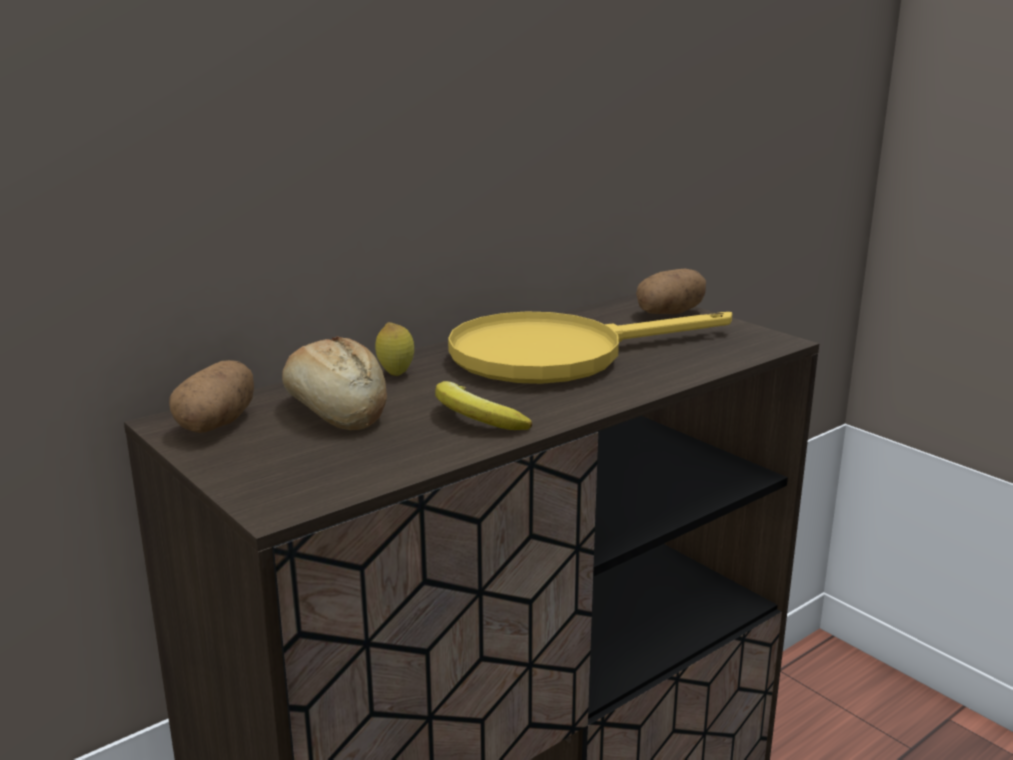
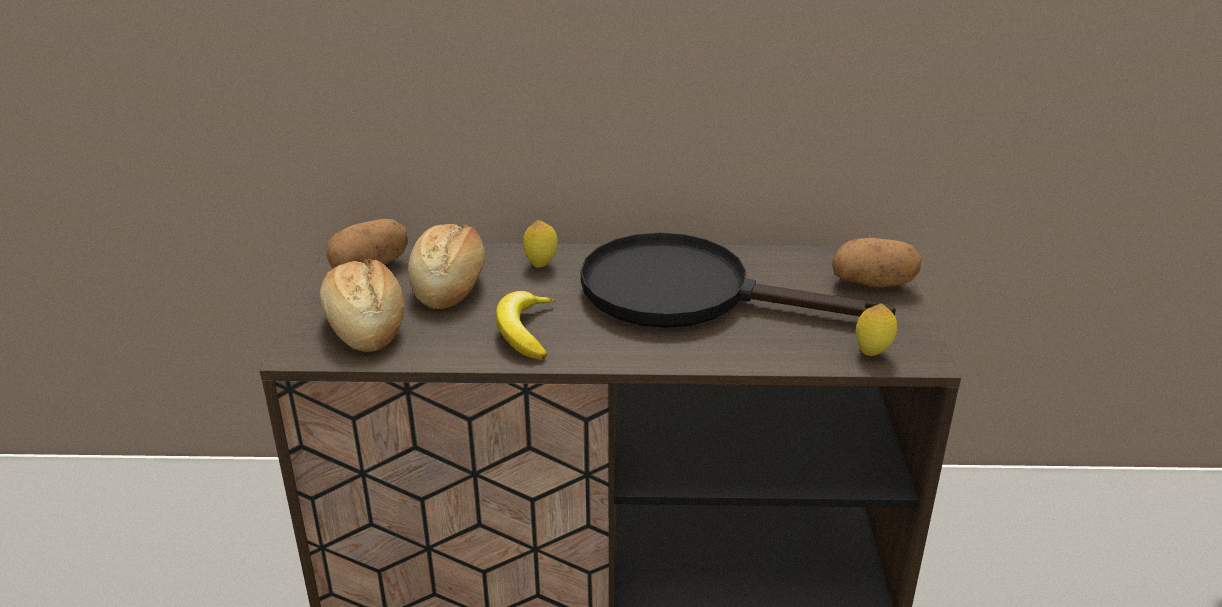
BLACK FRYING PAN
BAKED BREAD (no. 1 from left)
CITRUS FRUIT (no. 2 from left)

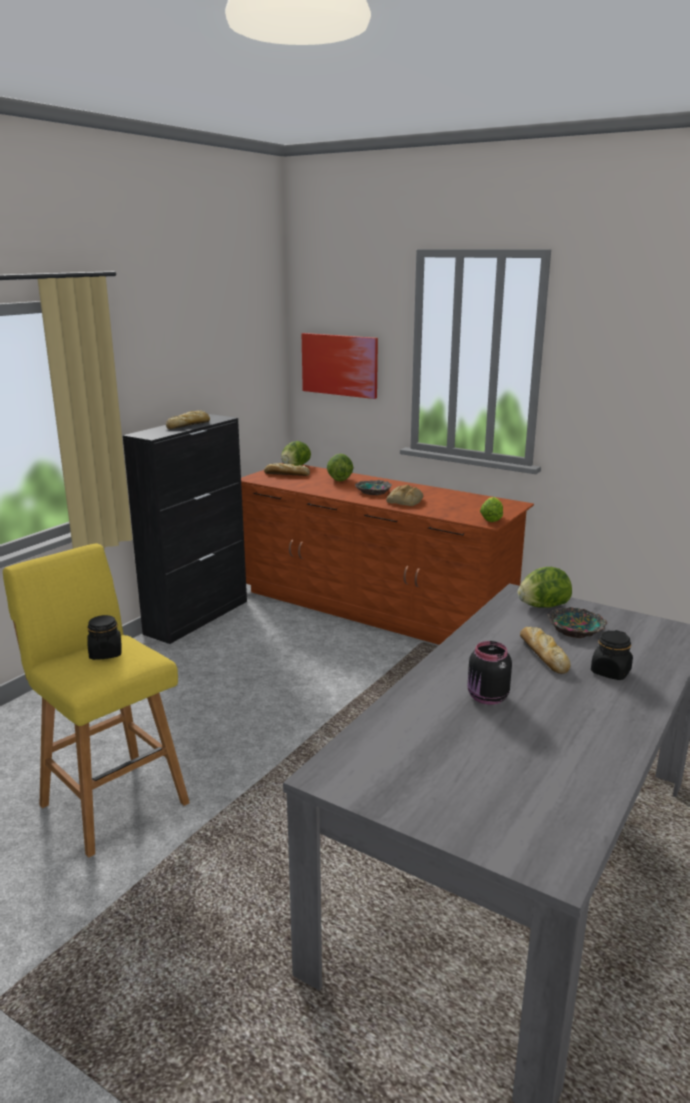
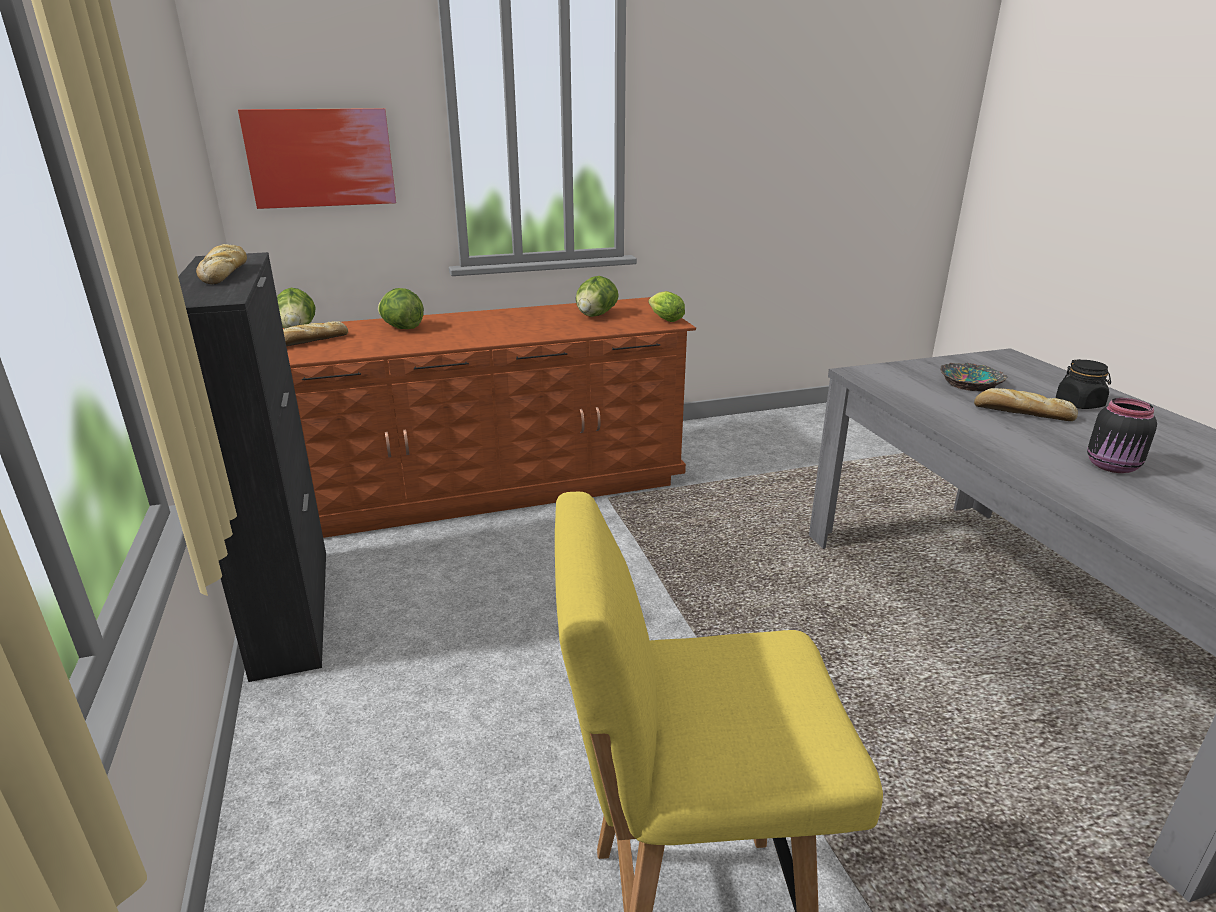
DEEP DISH (no. 1 from left in the first image)
BAKED BREAD (no. 3 from left in the first image)
LETTUCE (no. 3 from left)
BLACK STORAGE JAR (no. 1 from left in the first image)

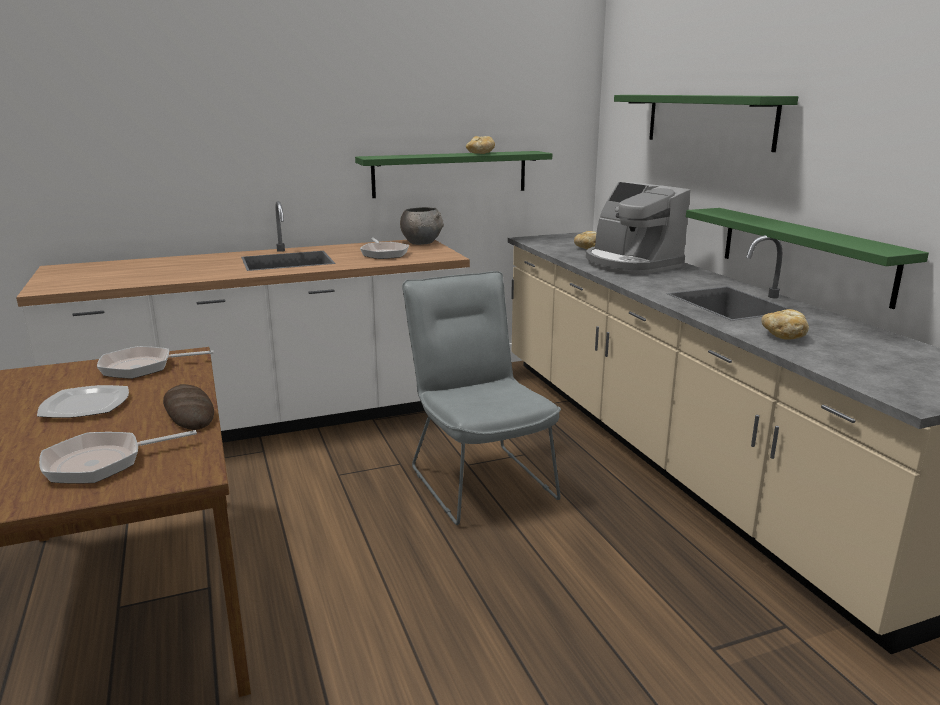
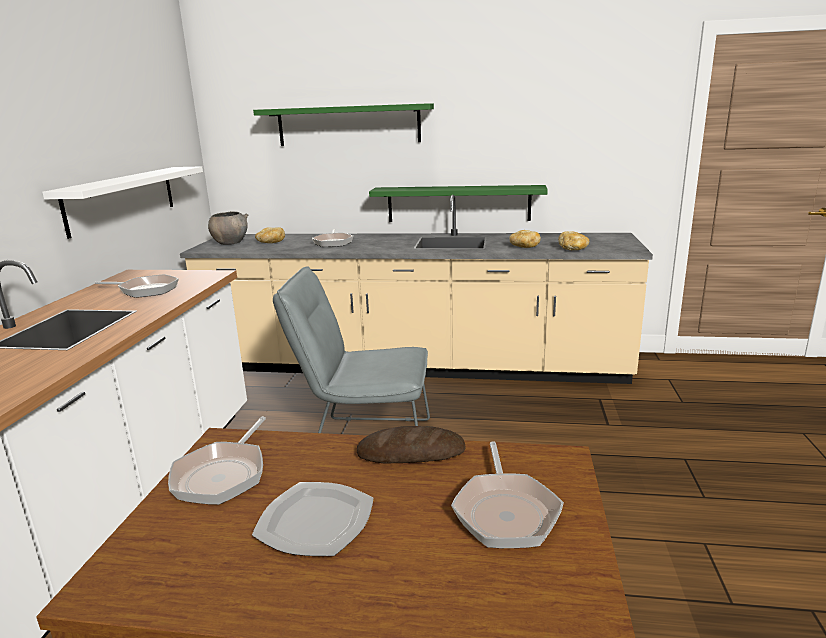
BAKED BREAD (no. 4 from left)
WHITE WALL SHELF
FRYING PAN (no. 3 from left)
GREYISH DEEP DISH

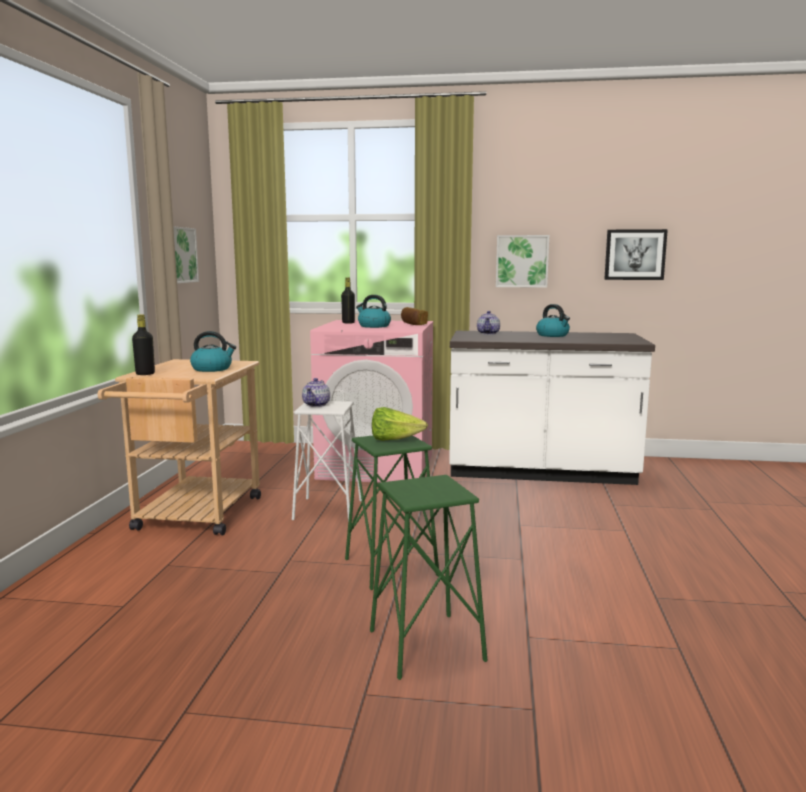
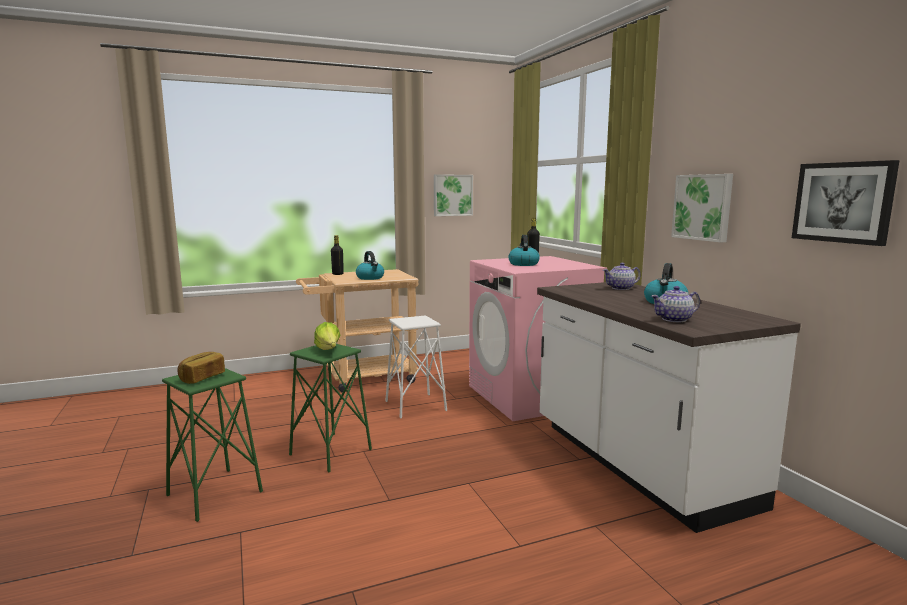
BAKED BREAD
TEA POT (no. 2 from left)

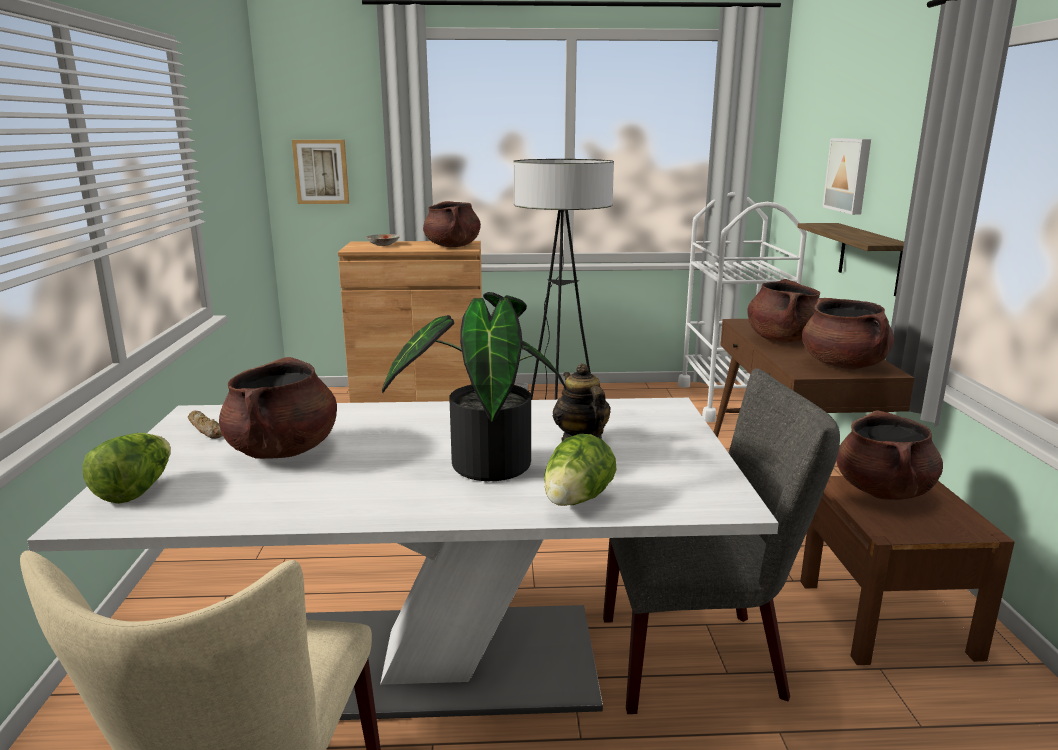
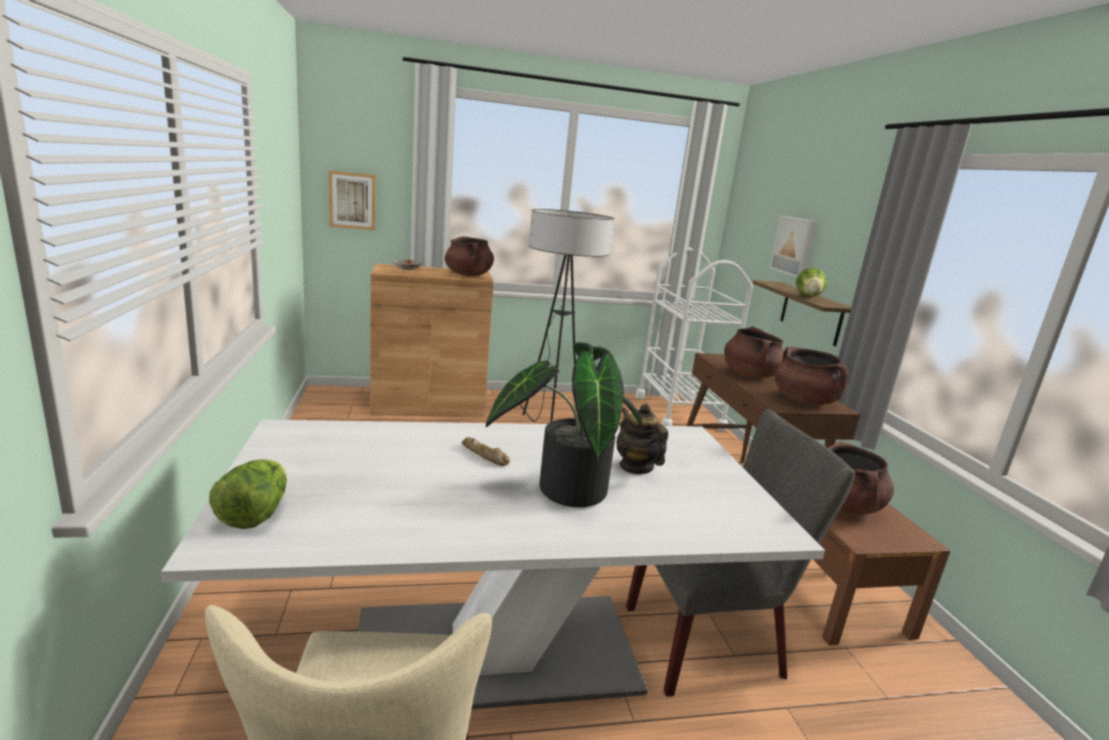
BROWNISH STOCKPOT (no. 1 from left in the first image)
BAKED BREAD
LETTUCE (no. 2 from left)

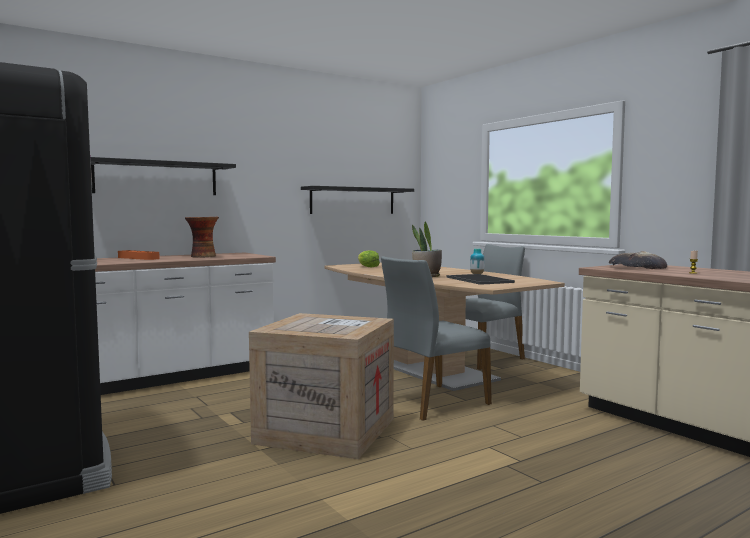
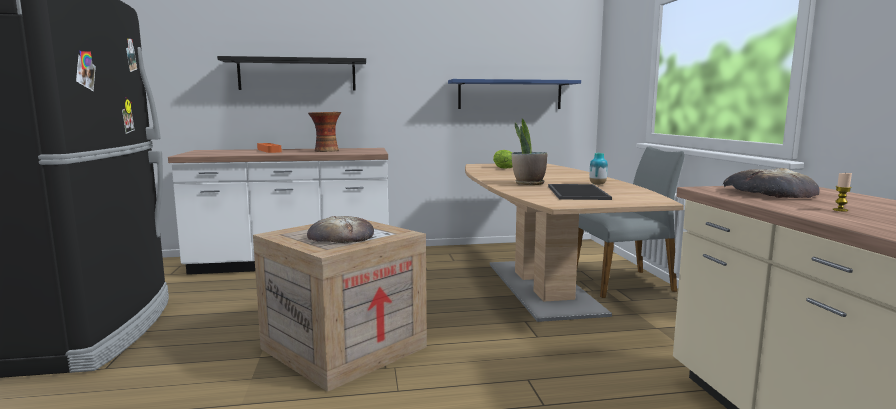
BLUISH WALL SHELF
GREYISH PLAIN CHAIR (no. 1 from left in the first image)
BAKED BREAD (no. 1 from left)

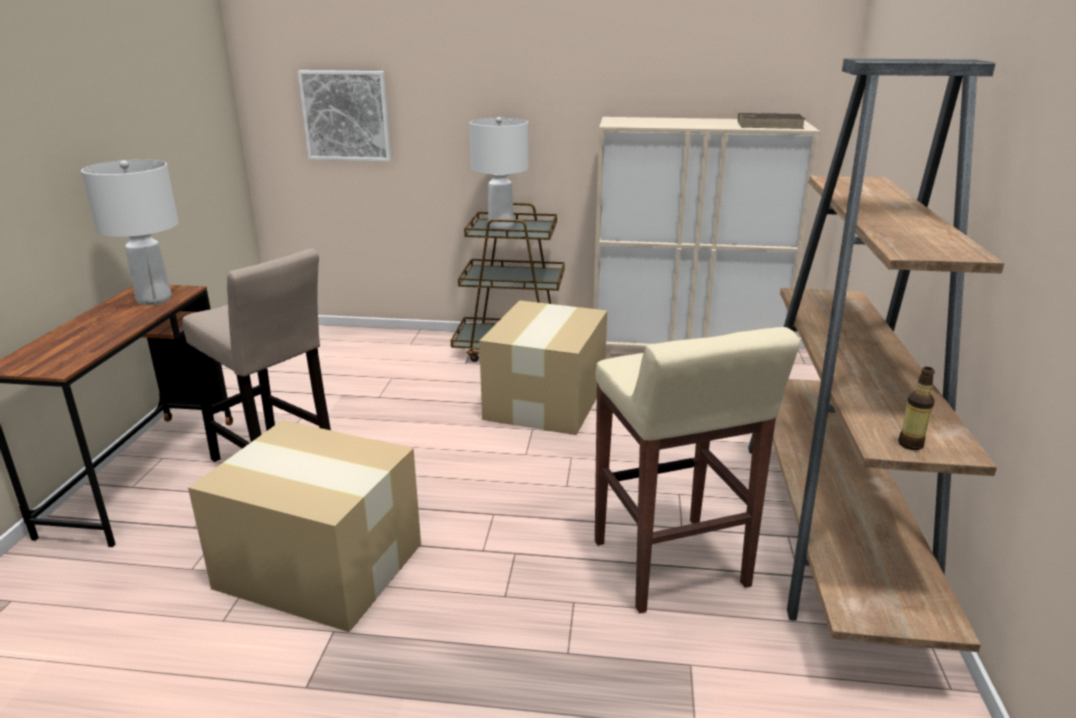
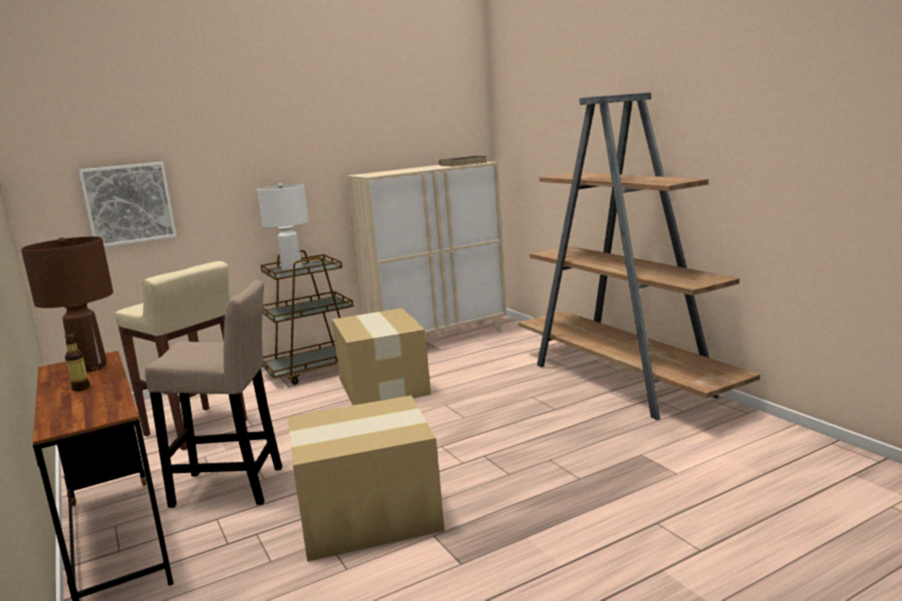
BROWNISH LAMP FOR A TABLE
BEIGE-COLOURED STOOL (no. 1 from left)
BOTTLE

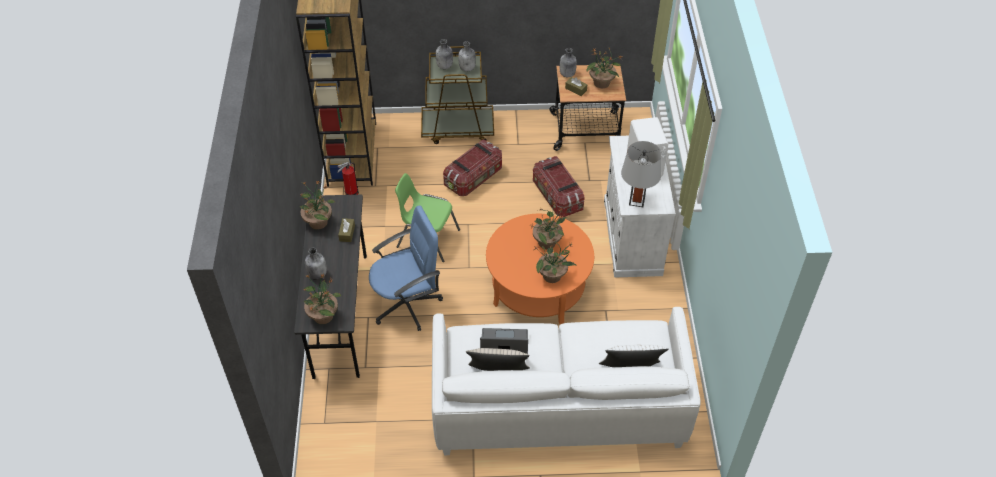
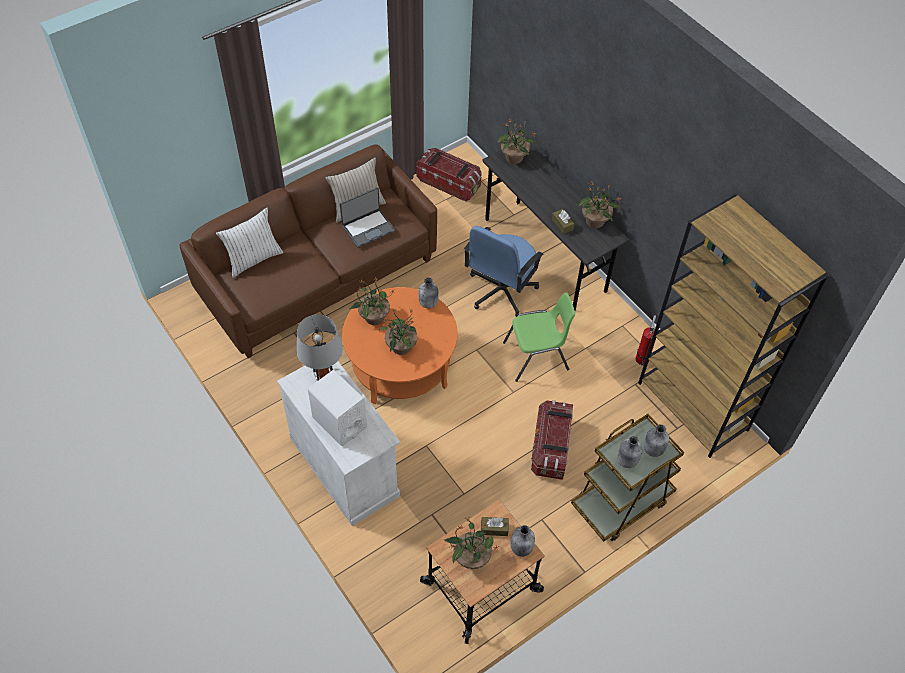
STORAGE CONTAINER (no. 1 from left)
GREYISH BOTTLE (no. 1 from left)
BROWNISH SOFA

